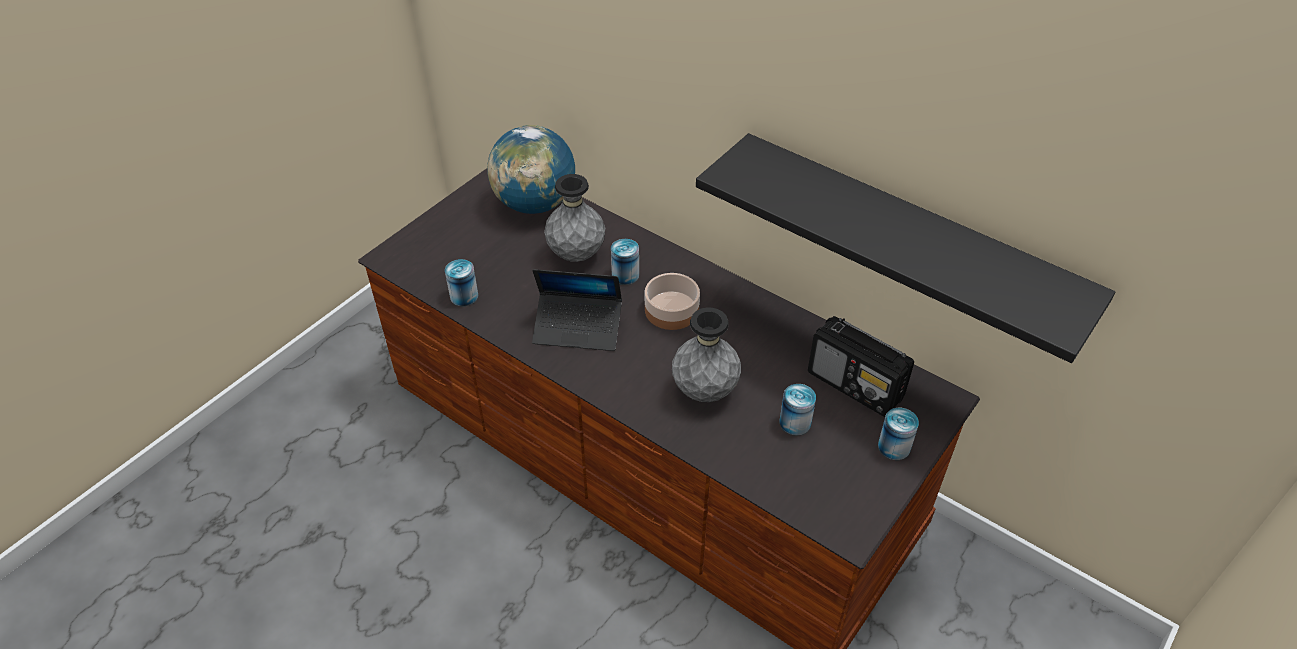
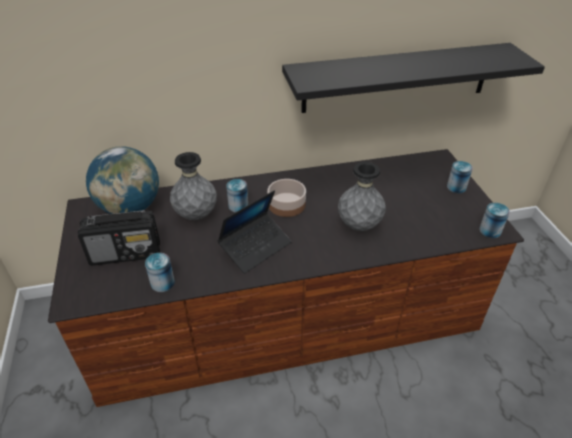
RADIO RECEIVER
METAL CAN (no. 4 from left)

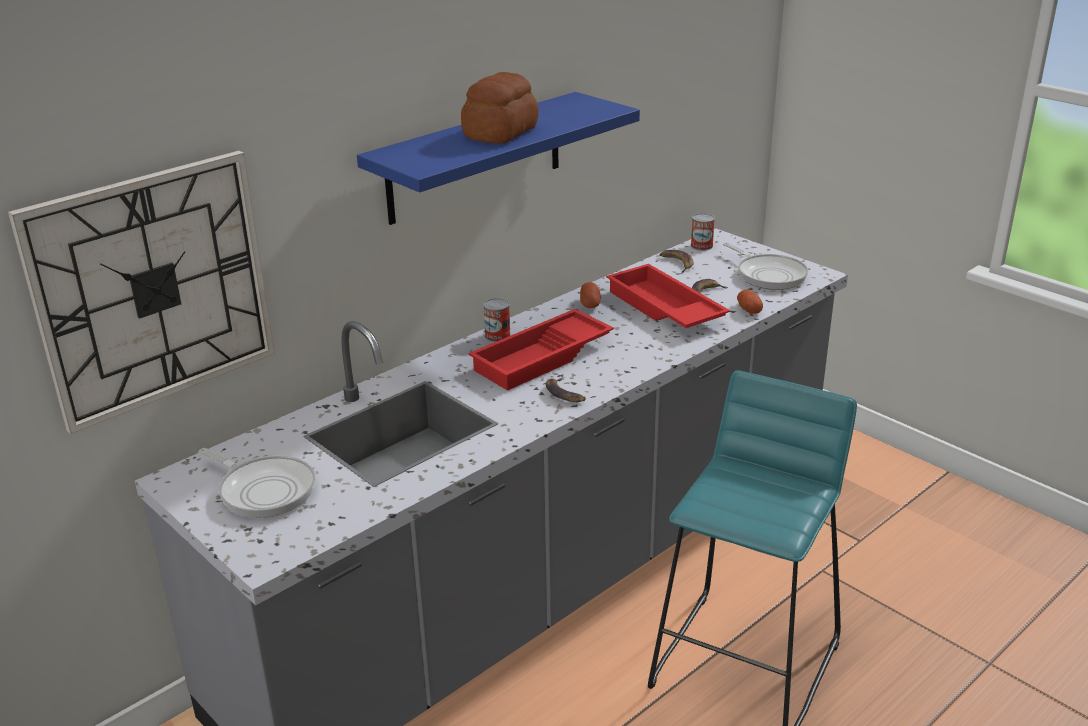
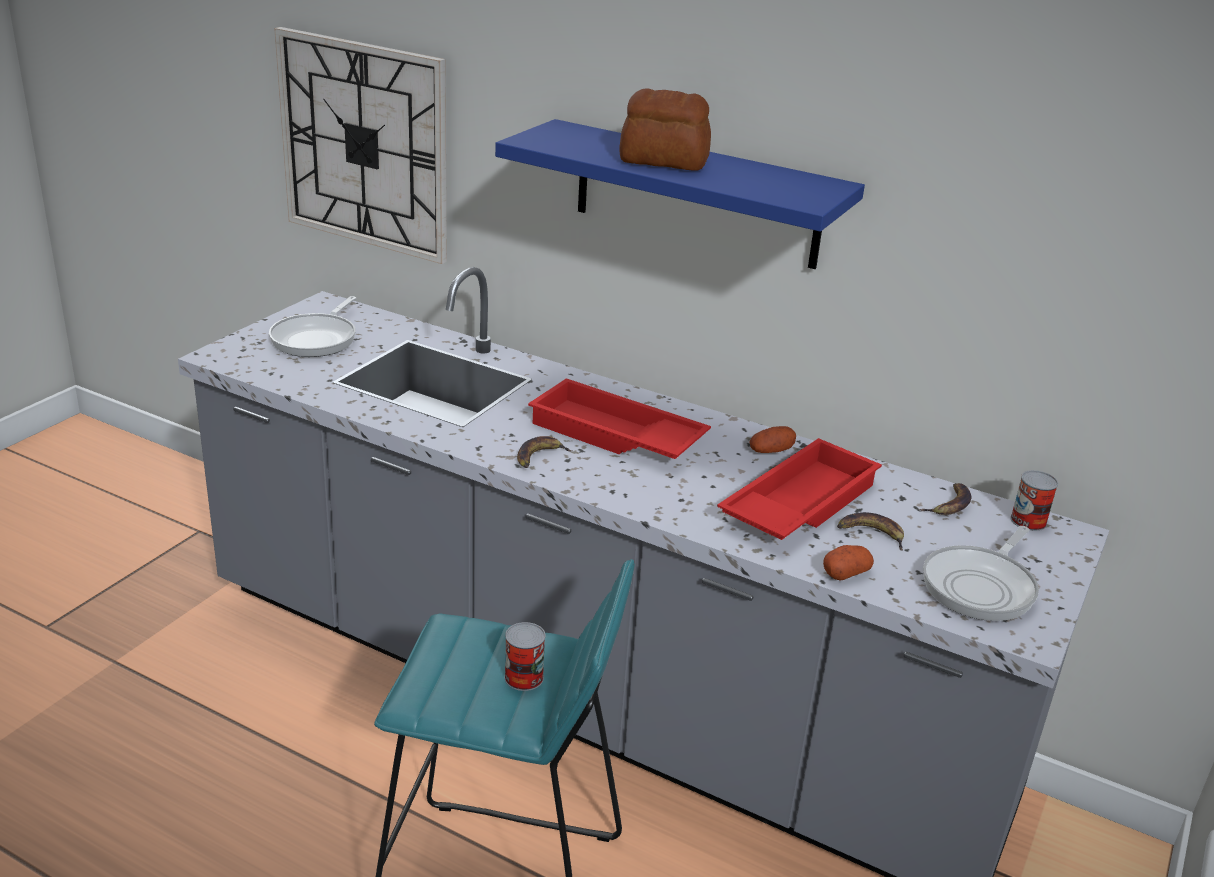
METAL CAN (no. 1 from left)

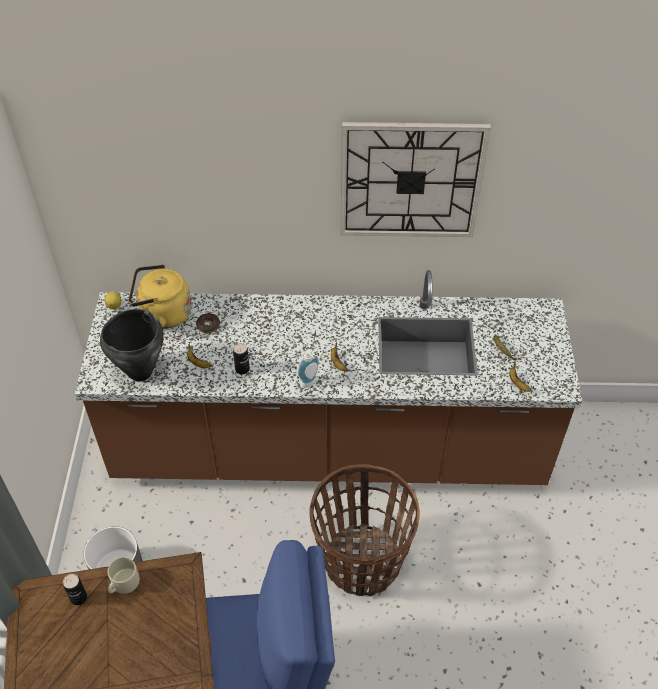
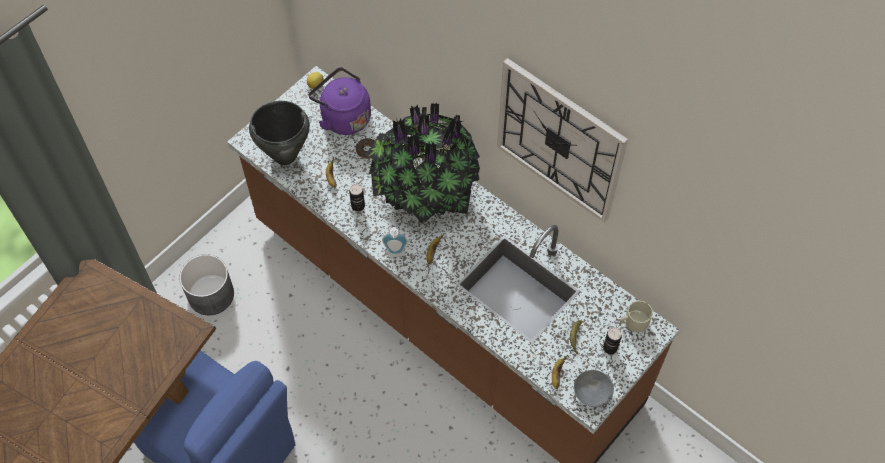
PURPLE KETTLE
STORAGE BASKET
BEIGE-COLOURED TEA MUG
METAL CAN (no. 2 from left)
PLANT IN A POT
GREYISH DEEP DISH

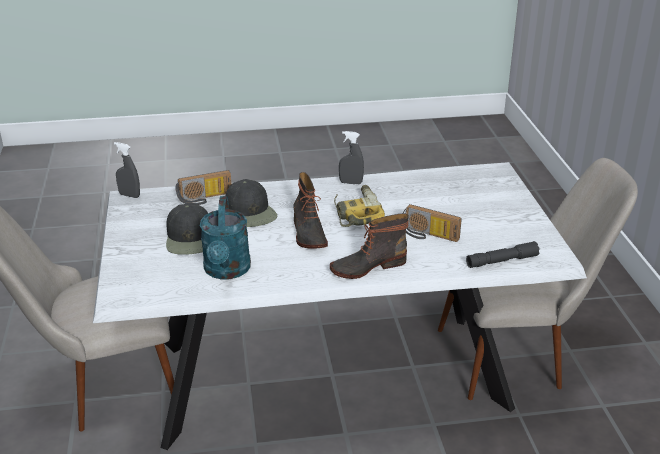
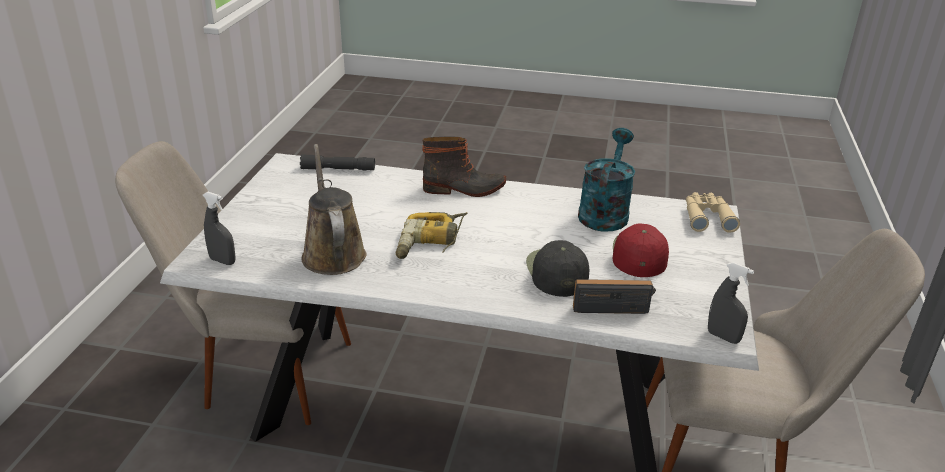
GREYISH SPRAYER (no. 1 from left)
HIGH-TOP BOOT (no. 1 from left in the first image)
RED-COLOURED PEAKED CAP
RADIO RECEIVER (no. 2 from left in the first image)
BROWNISH SPRINKLING CAN
BEIGE-COLOURED FIELD GLASSES

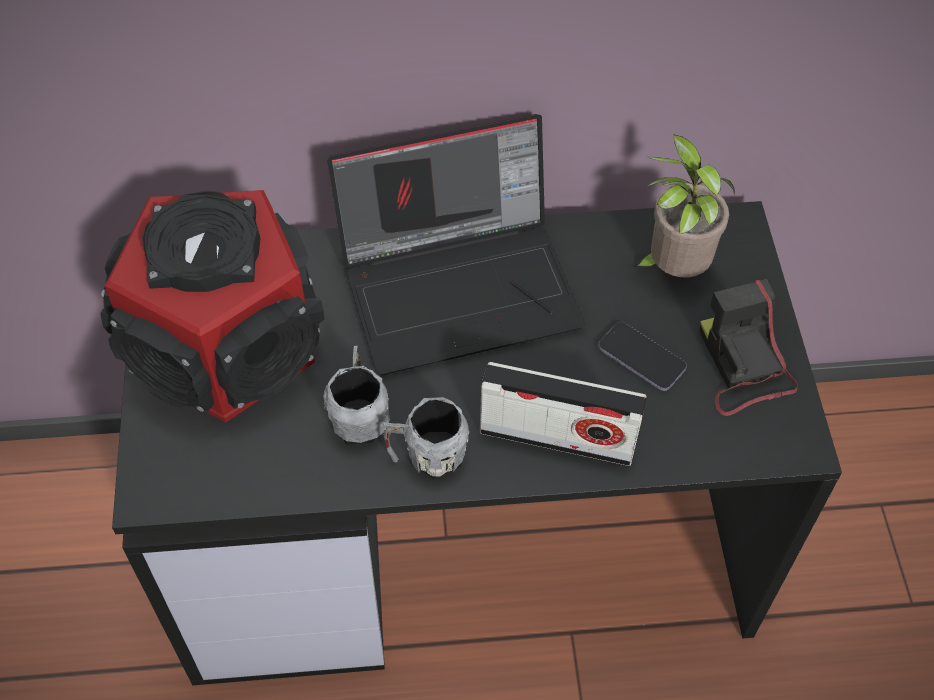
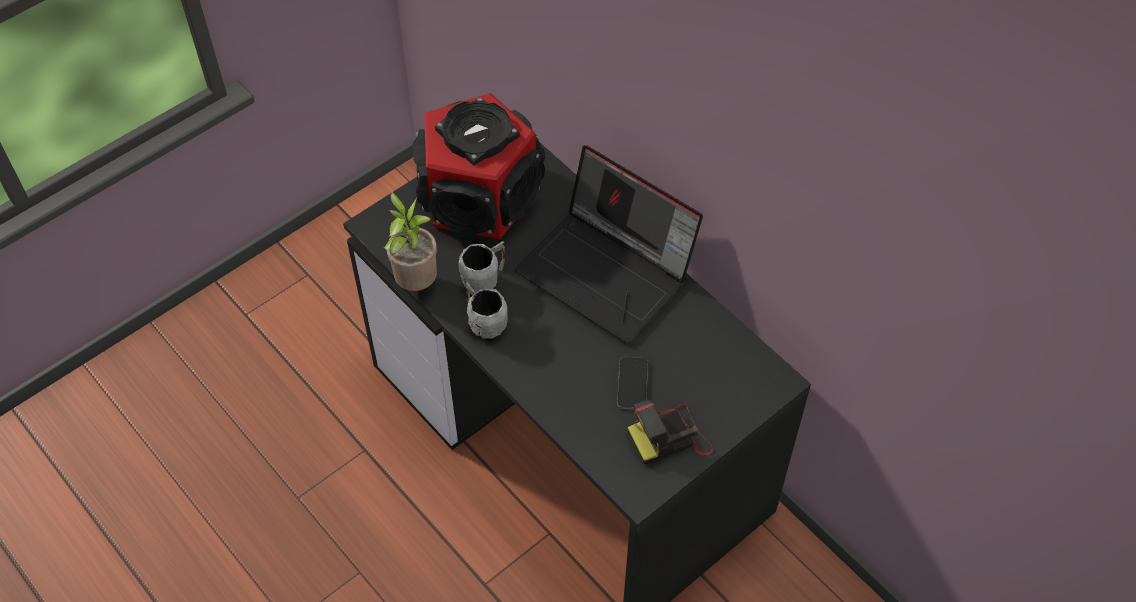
PLANT IN A POT
STILL CAMERA
RADIO RECEIVER

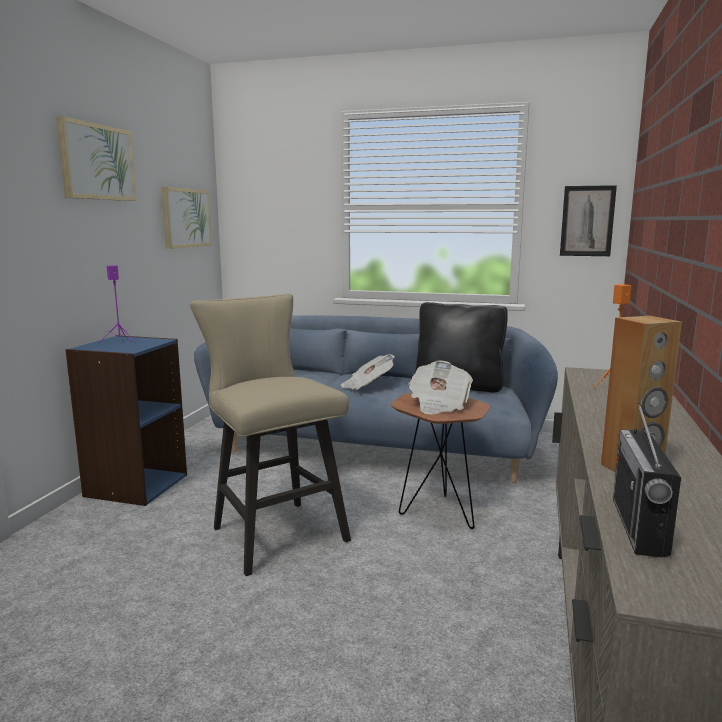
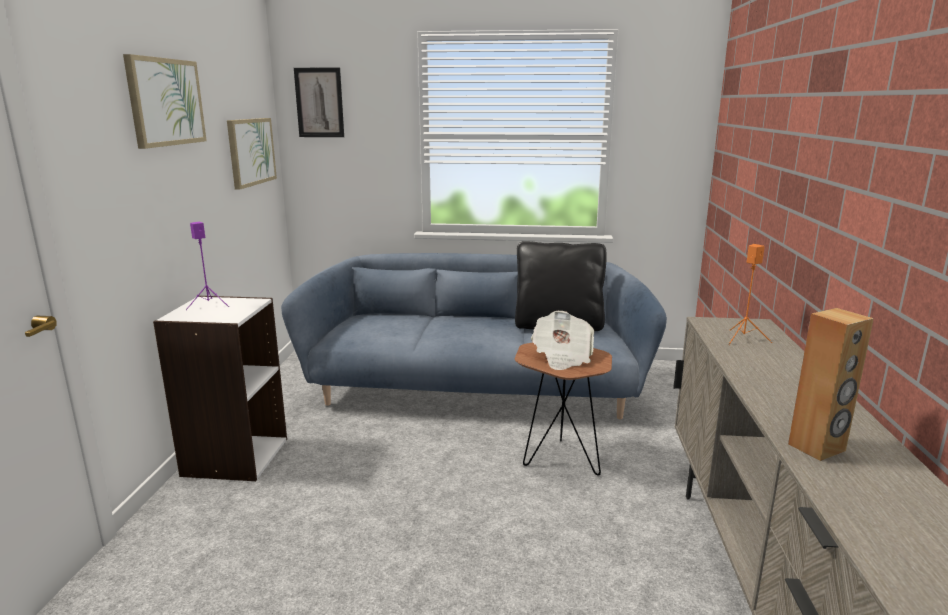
WALL ART (no. 3 from left)
BEIGE-COLOURED STOOL
WHITE BOOKCASE
NEWSPAPER (no. 1 from left in the first image)
RADIO RECEIVER

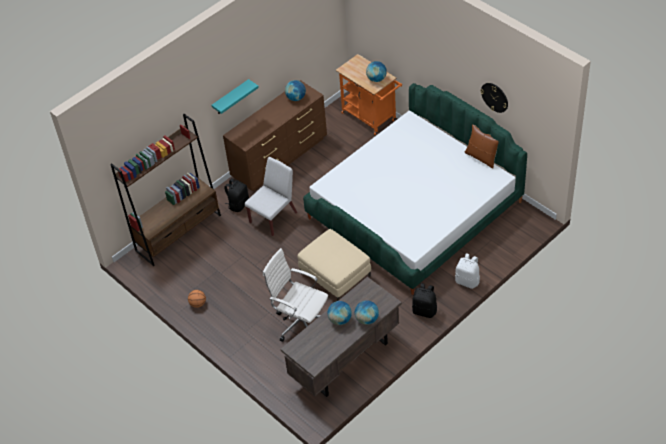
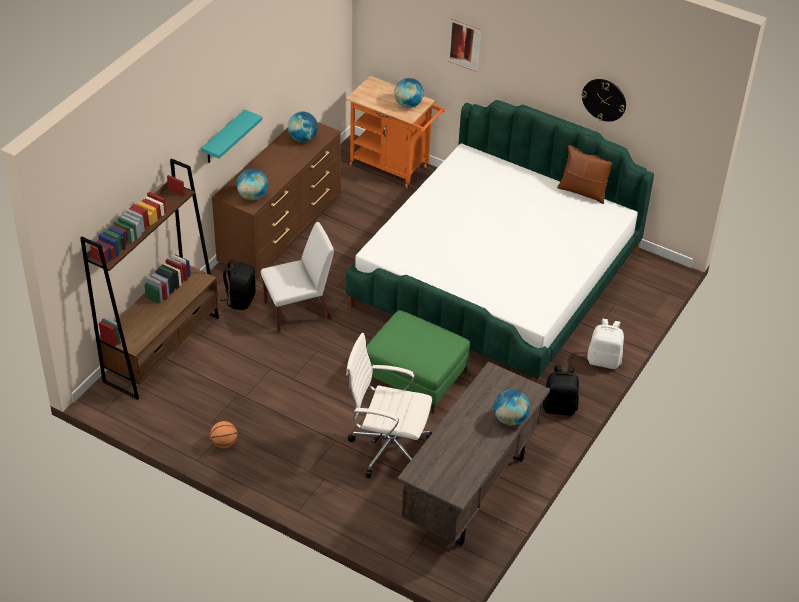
WHITE PLAIN CHAIR
GREEN-COLOURED FOOTREST
GLOBE (no. 1 from left)
WALL ART

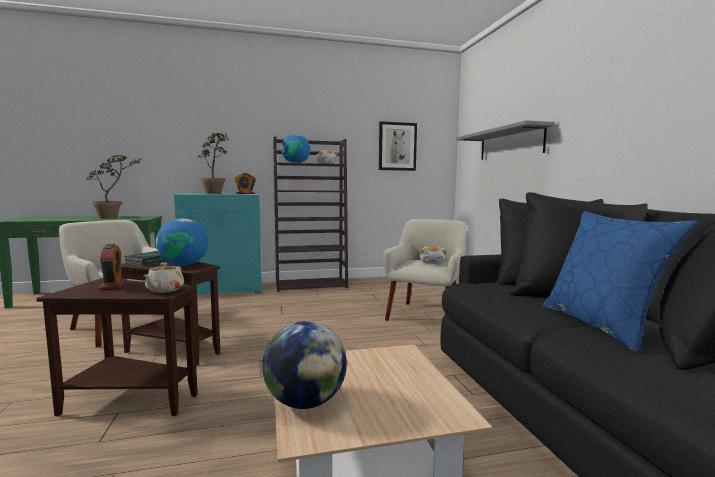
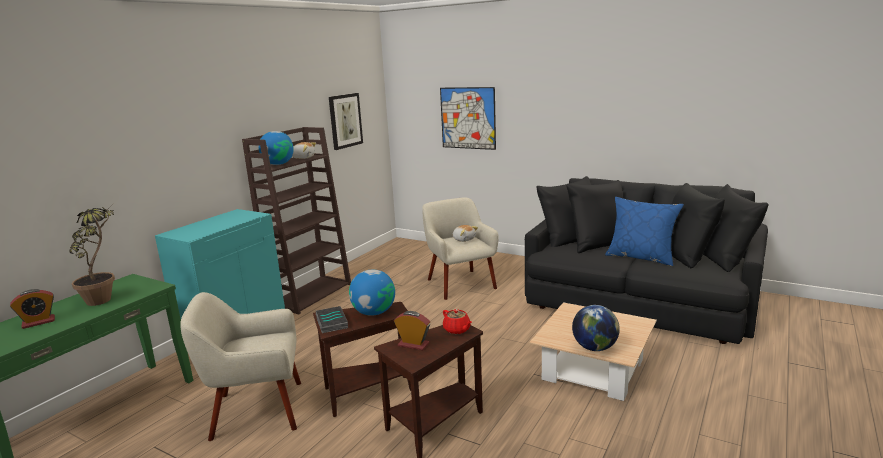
WALL ART (no. 2 from left)
PLANT IN A POT (no. 2 from left in the first image)
ALARM CLOCK (no. 1 from left)
RED-COLOURED TEA POT

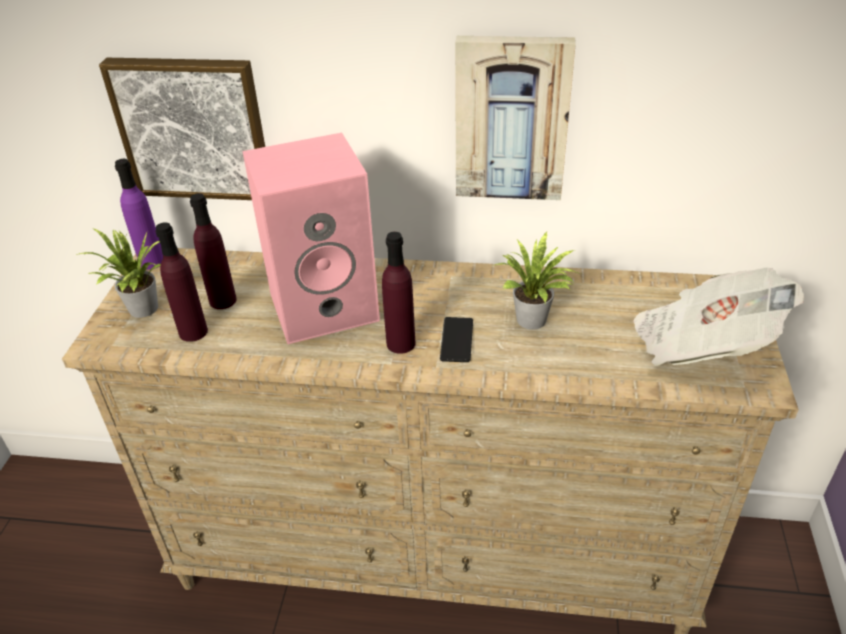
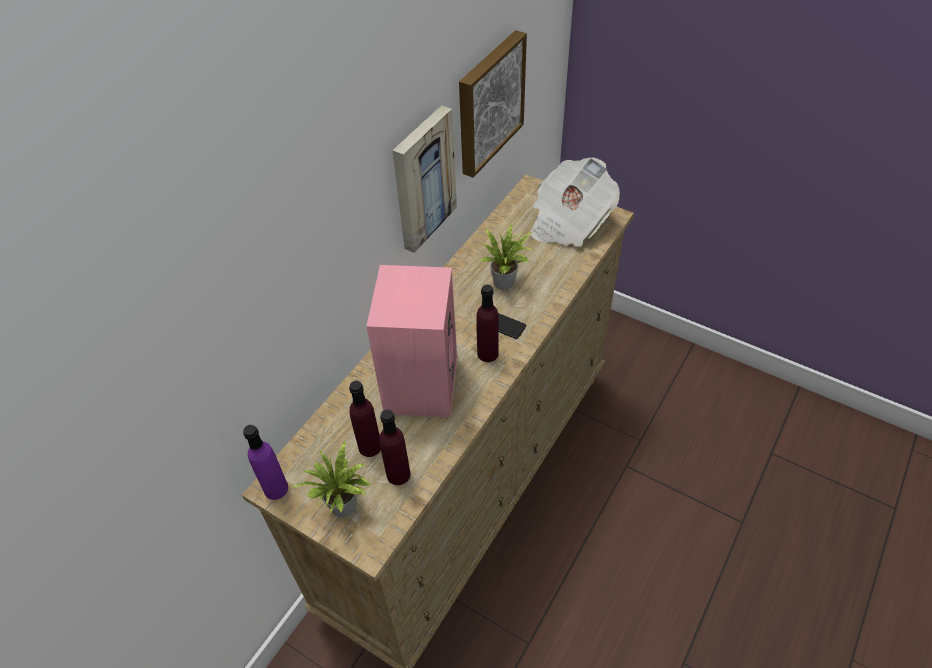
WALL ART (no. 2 from left)

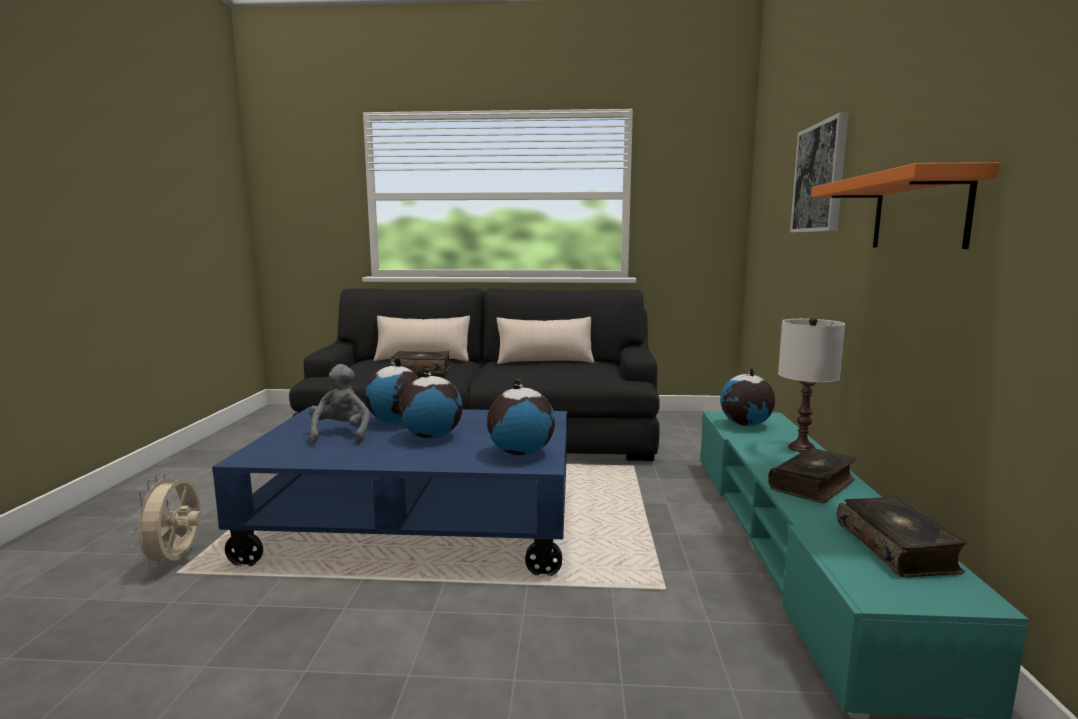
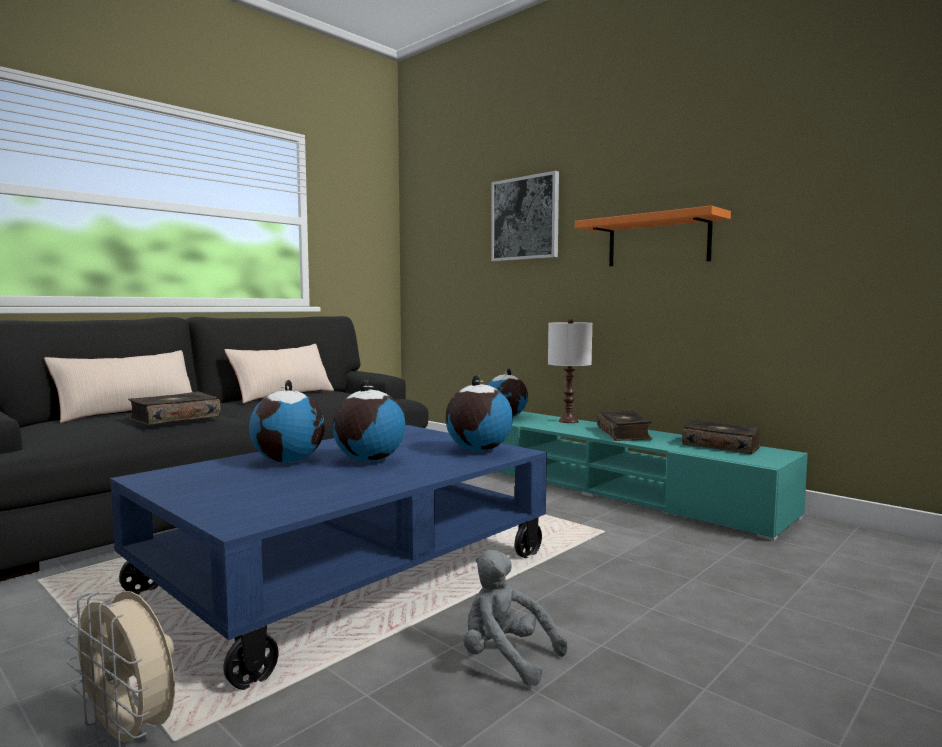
GREYISH CUDDLY TOY

